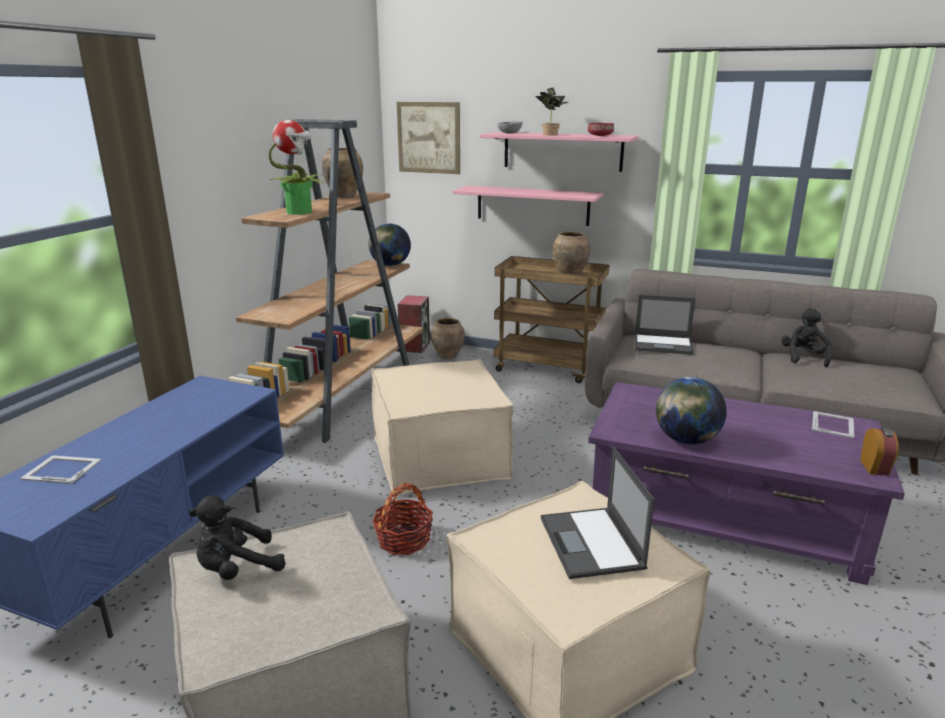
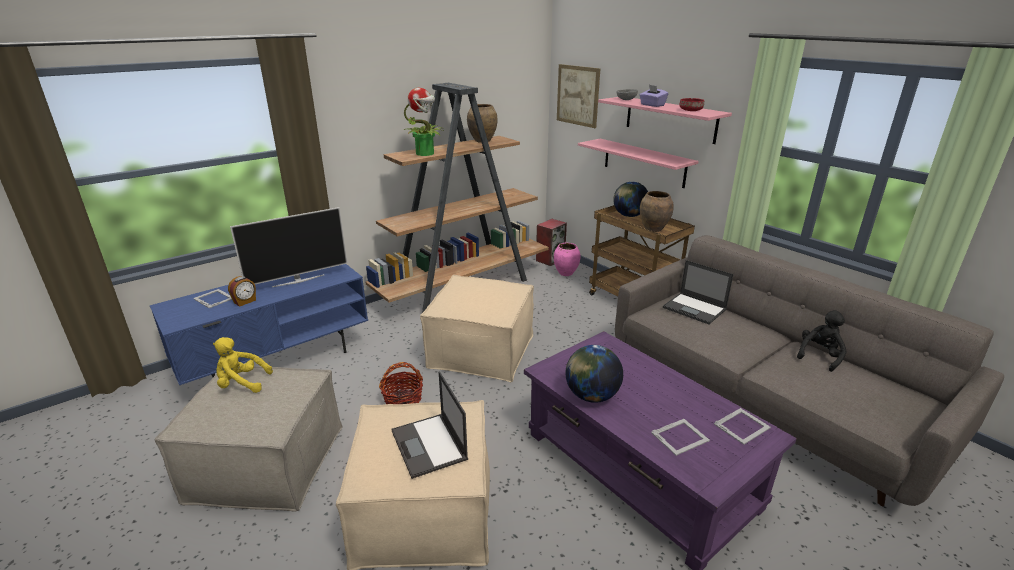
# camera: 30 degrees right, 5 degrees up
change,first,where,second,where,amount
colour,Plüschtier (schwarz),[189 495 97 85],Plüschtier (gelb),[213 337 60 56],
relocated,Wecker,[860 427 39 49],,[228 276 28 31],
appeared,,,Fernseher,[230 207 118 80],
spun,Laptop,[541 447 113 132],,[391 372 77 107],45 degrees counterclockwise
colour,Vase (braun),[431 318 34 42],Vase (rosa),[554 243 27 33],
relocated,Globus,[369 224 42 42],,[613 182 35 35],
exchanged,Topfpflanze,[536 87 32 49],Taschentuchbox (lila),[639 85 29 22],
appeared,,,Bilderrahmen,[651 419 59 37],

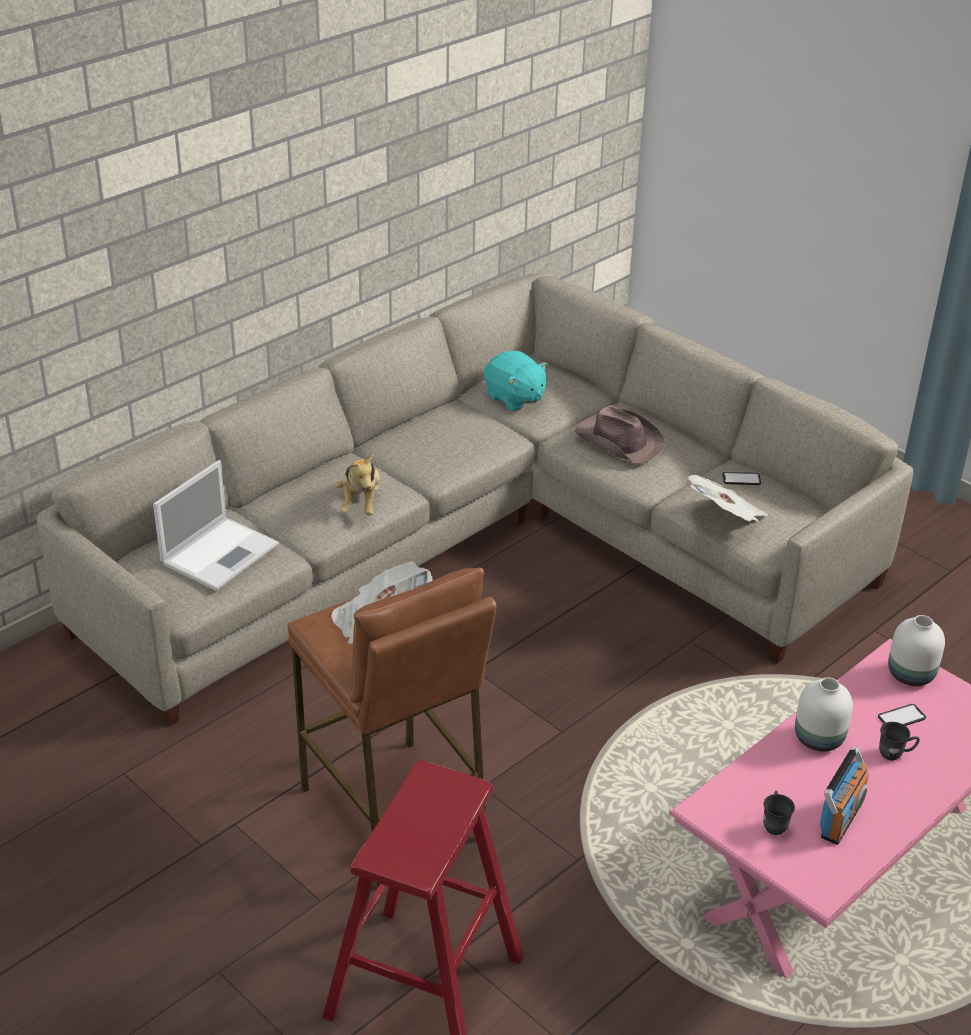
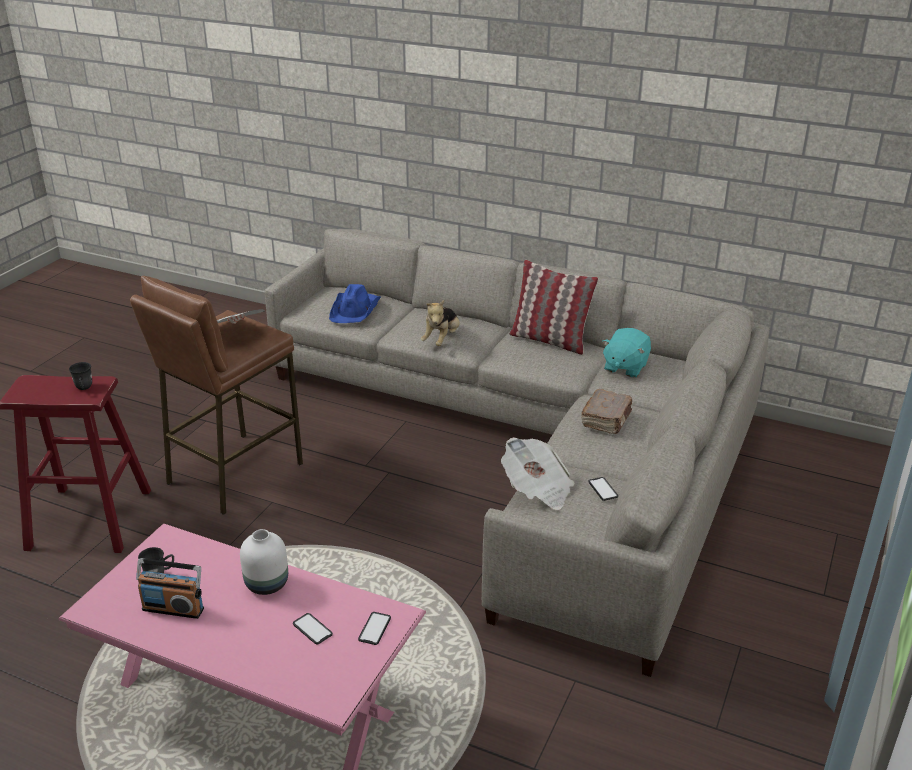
# camera: 70 degrees right, 5 degrees down
change,first,where,second,where,amount
relocated,Henkelbecher (grau),[879 722 41 38],,[69 362 23 28],
exchanged,Laptop,[153 460 126 131],Hut (blau),[329 284 52 39],
exchanged,Vase (weiß),[888 615 57 71],Handy,[358 612 33 33],
spun,Plüschtier,[335 455 45 60],,[420 300 40 46],45 degrees counterclockwise
appeared,,,Kissen,[509 260 89 95],
exchanged,Hut (braun),[575 405 90 59],Buch (braun),[581 389 51 45],

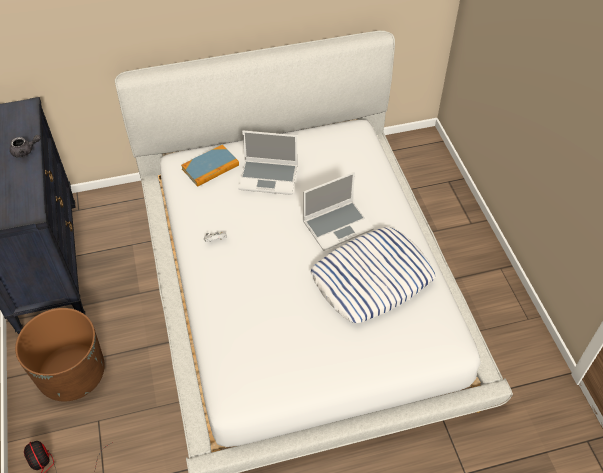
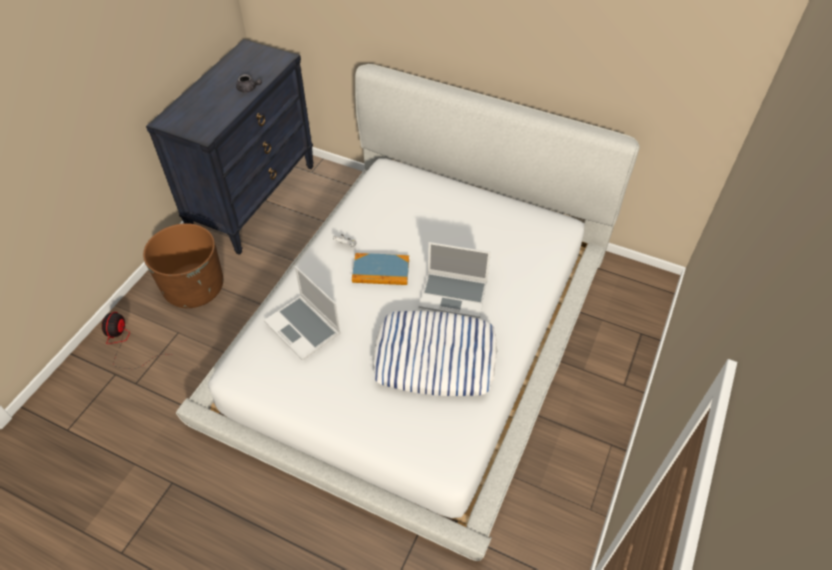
# camera: 40 degrees right, 0 degrees up
change,first,where,second,where,amount
relocated,Laptop,[238 131 59 64],,[264 266 77 95],
relocated,Buch,[181 145 58 42],,[352 253 57 32],

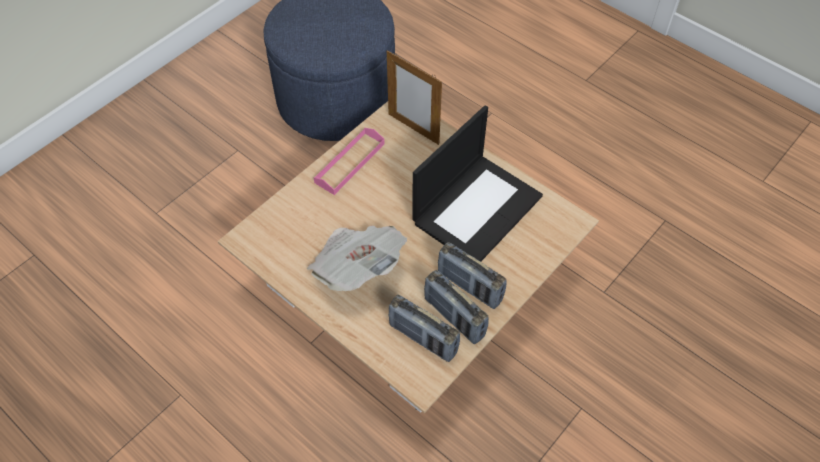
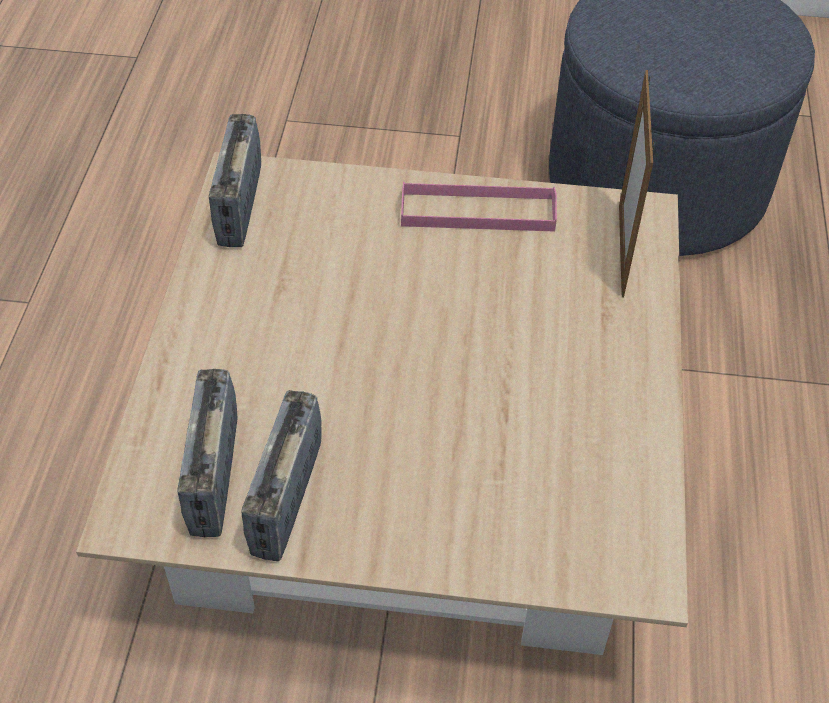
# camera: 55 degrees right, 5 degrees down
change,first,where,second,where,amount
relocated,Radio,[438 242 69 67],,[209 114 52 133],
missing,Zeitung,[307 225 100 66],,,
missing,Laptop,[412 105 131 157],,,

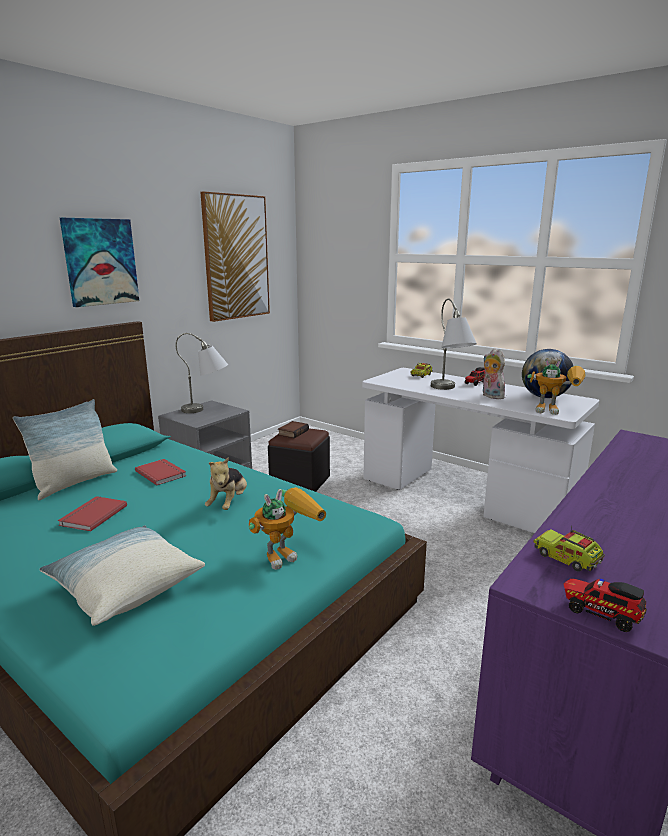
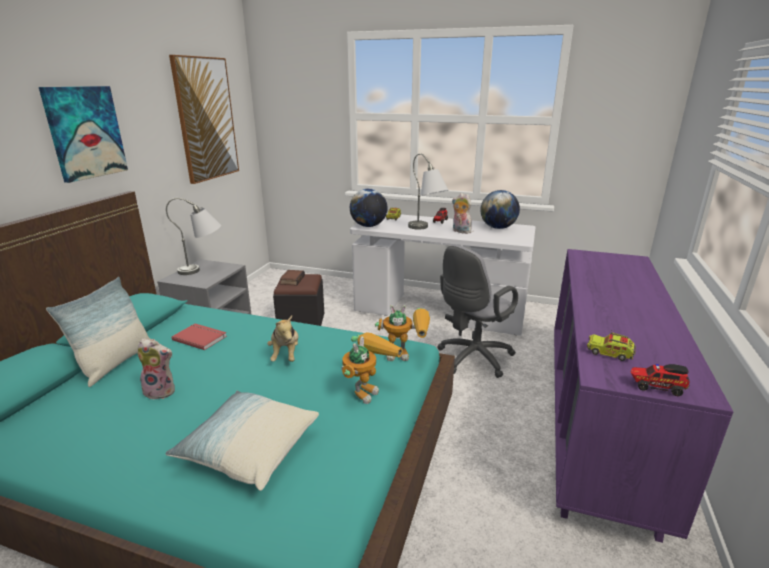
# camera: 20 degrees left, 5 degrees up
change,first,where,second,where,amount
exchanged,Buch (rot),[58 496 69 36],Plüschtier,[137 338 38 62],
appeared,,,Globus,[350 189 38 38],
relocated,Spielzeugroboter,[527 358 59 57],,[375 305 55 56],
appeared,,,Bürostuhl (grau),[437 245 81 133],

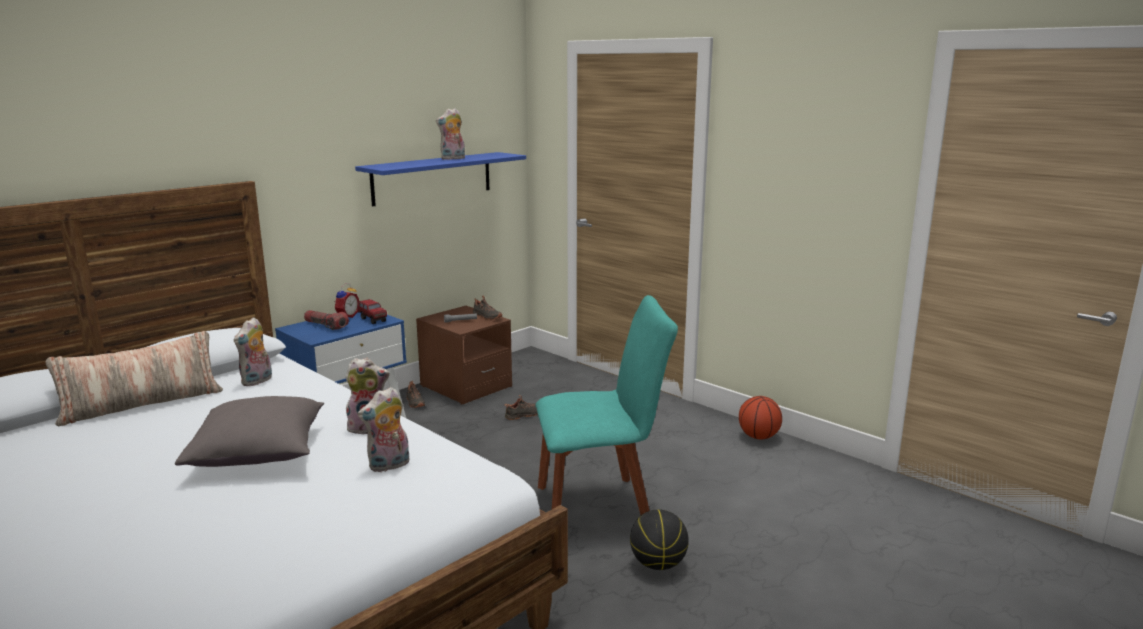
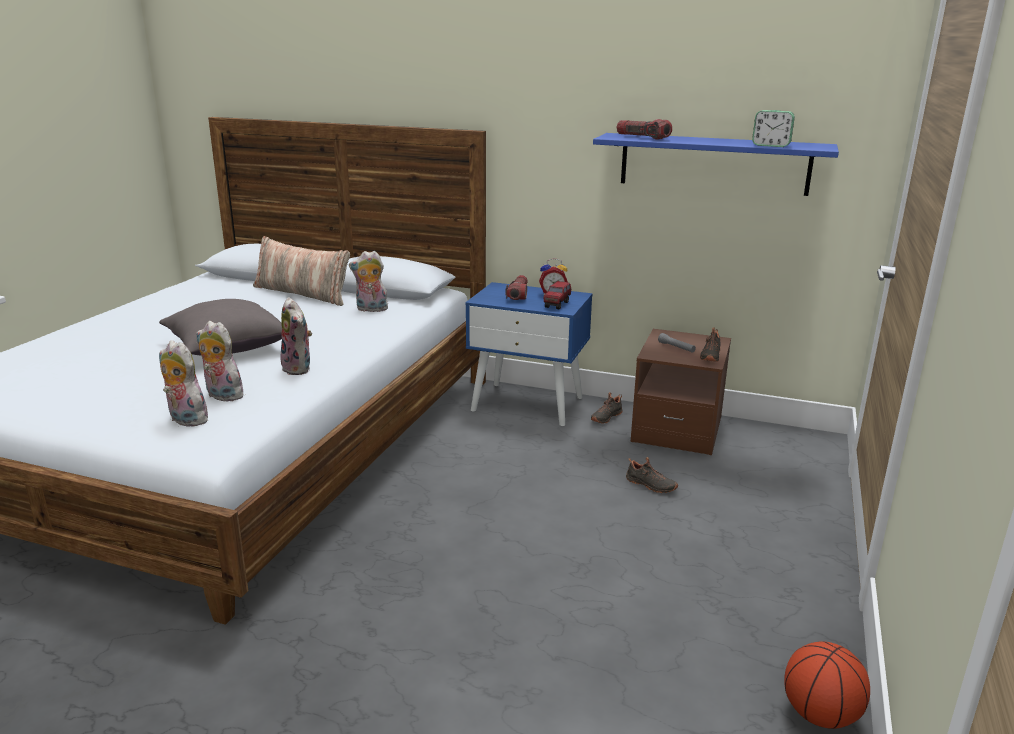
# camera: 65 degrees right, 5 degrees up
change,first,where,second,where,amount
relocated,Plüschtier,[436 108 29 52],,[159 340 49 87],
appeared,,,Taschenlampe,[617 119 55 21],
appeared,,,Wecker,[752 110 43 37],
missing,Stuhl (türkis),[535 295 143 220],,,
missing,Basketball,[630 509 59 61],,,

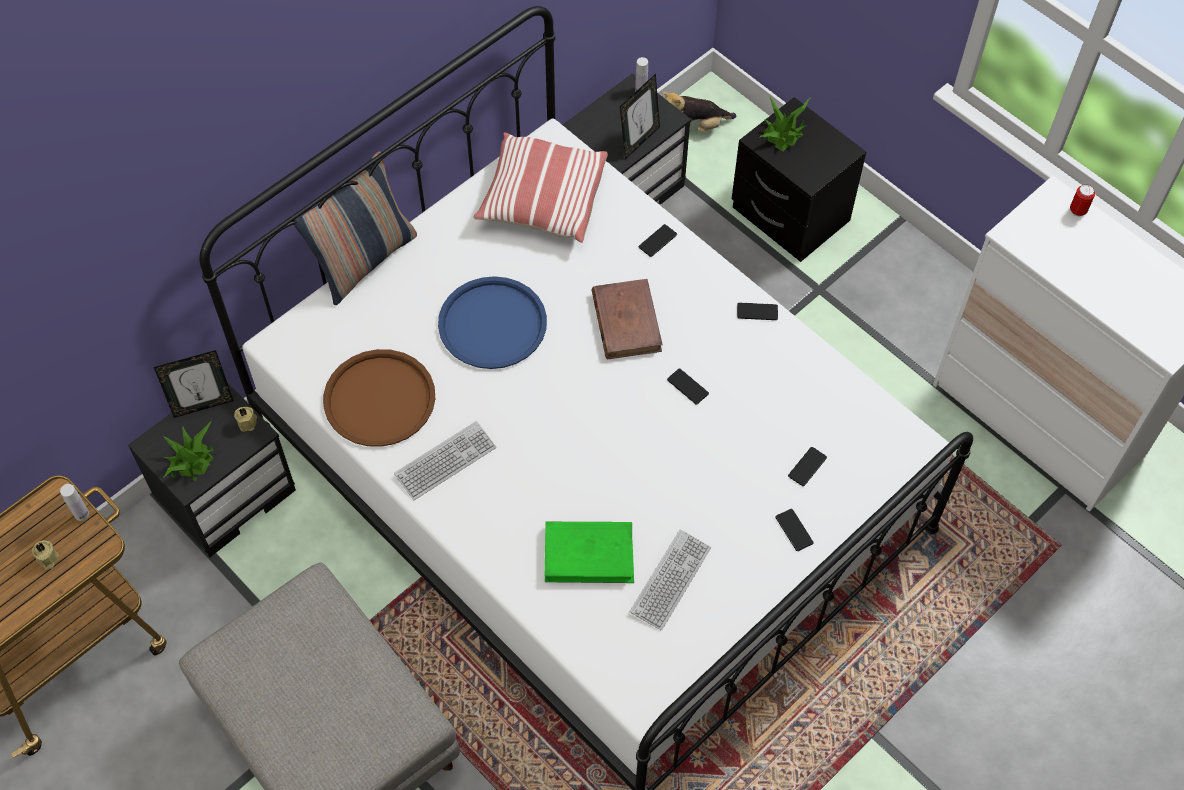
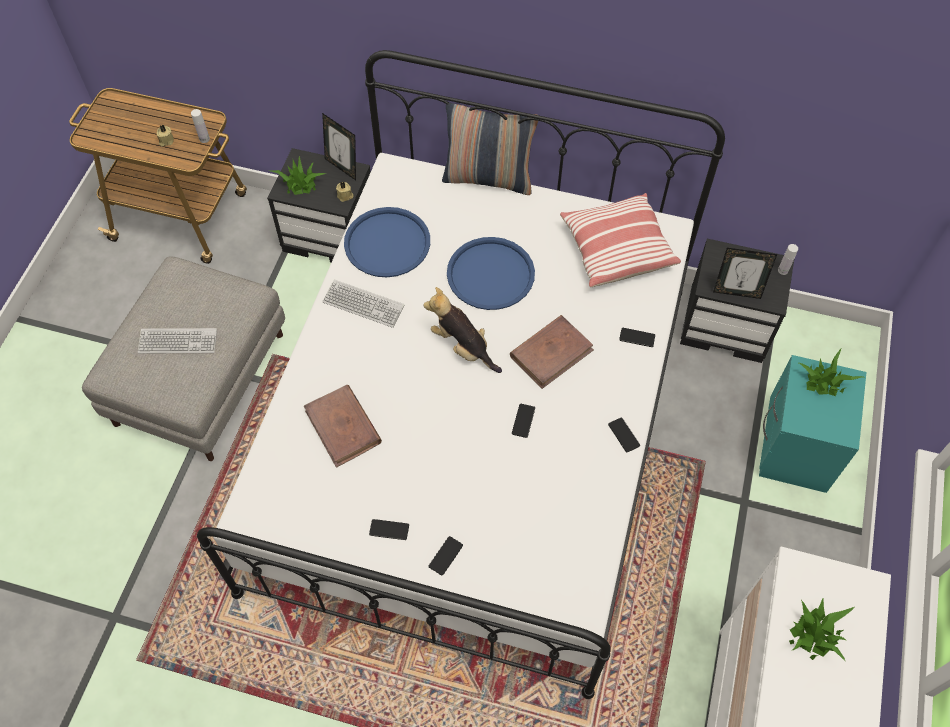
# camera: 60 degrees right, 0 degrees up
change,first,where,second,where,amount
relocated,Tastatur,[630 529 81 102],,[138 328 79 25],
colour,Buch (grün),[545 522 89 61],Buch (braun),[304 385 78 83],
colour,Tablett (braun),[323 349 112 98],Tablett (blau),[344 207 86 70],
relocated,Handy,[788 447 39 39],,[369 519 40 21],
relocated,Plüschtier,[662 92 74 40],,[423 287 79 86],
colour,Nachttisch (schwarz),[732 97 134 165],Nachttisch (türkis),[759 355 108 138],
appeared,,,Topfpflanze,[789 599 65 63],
missing,Dose,[1070 184 25 32],,,

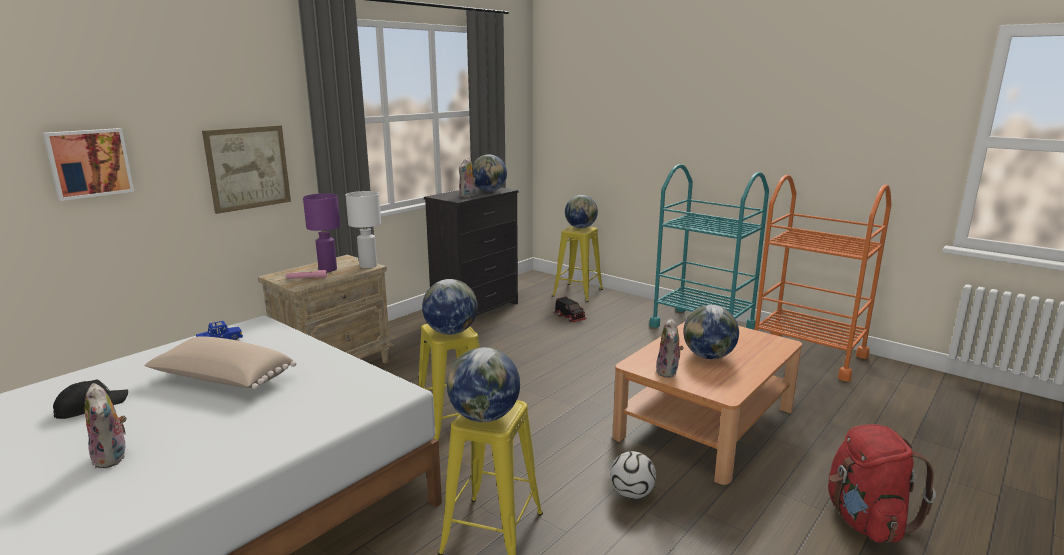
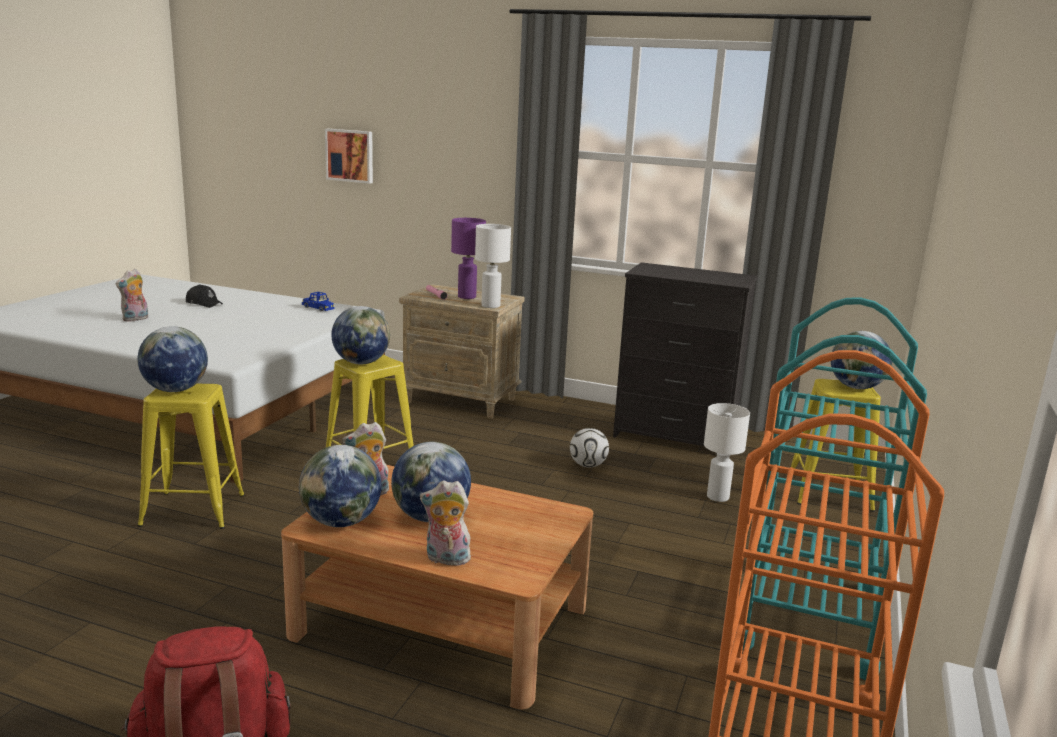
# camera: 70 degrees right, 0 degrees up
change,first,where,second,where,amount
relocated,Globus,[472 154 35 38],,[299 445 83 82],
relocated,Plüschtier,[459 158 17 40],,[420 480 51 86],
relocated,Fußball,[610 451 46 48],,[570 428 39 39],
exchanged,Spielzeuglaster,[554 297 33 26],Tischlampe (weiß),[704 403 46 99],
missing,Kissen (beige),[145 336 151 53],,,
missing,Bild,[202 125 89 89],,,

